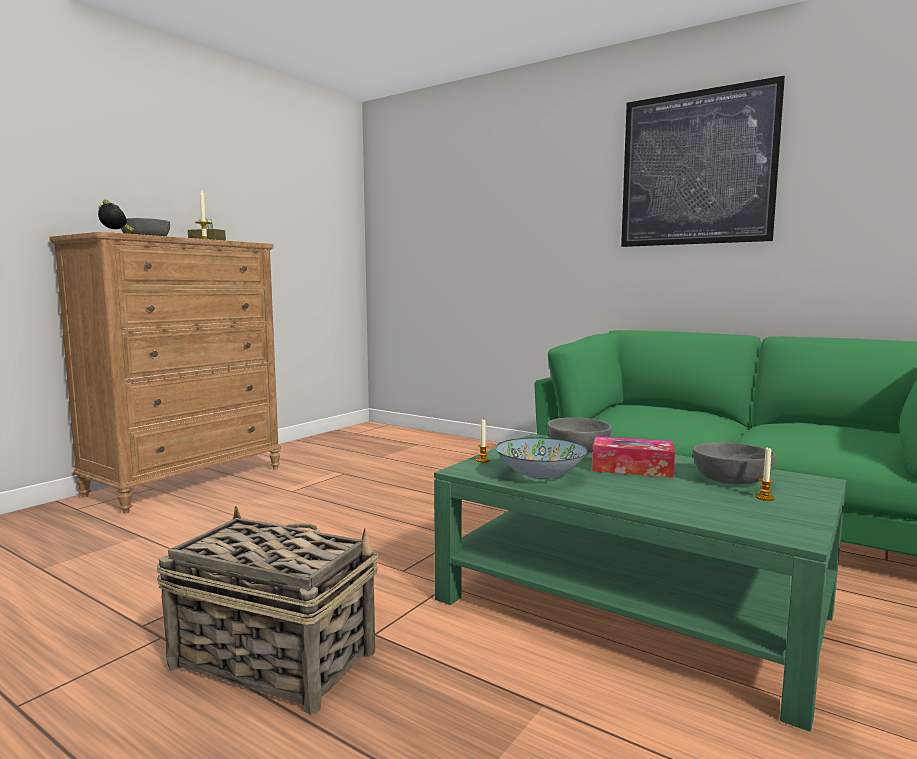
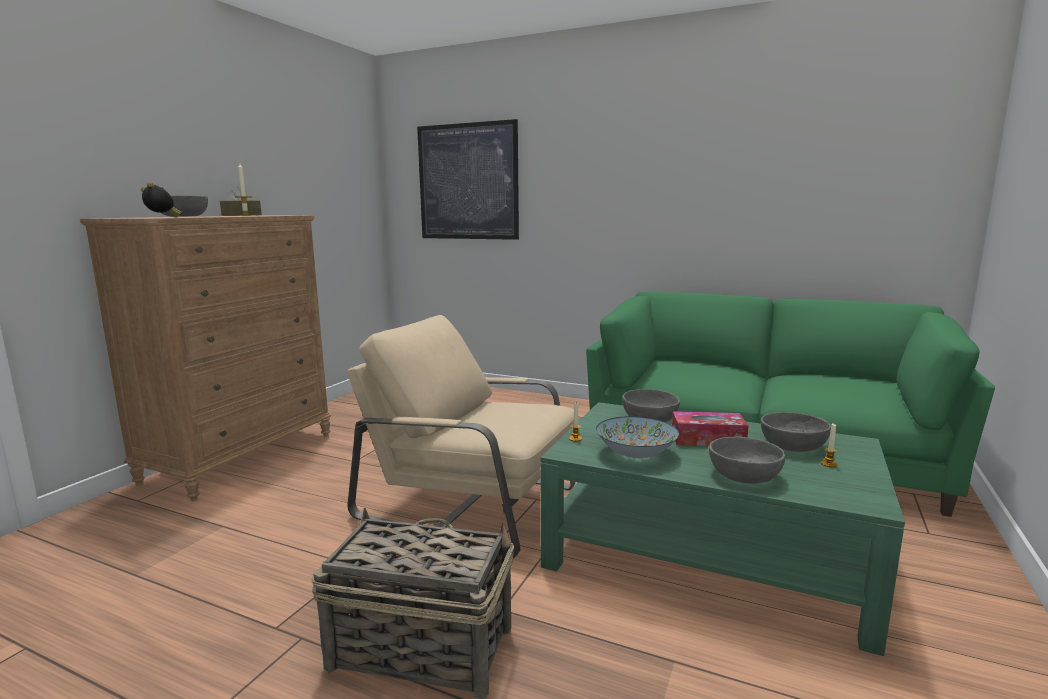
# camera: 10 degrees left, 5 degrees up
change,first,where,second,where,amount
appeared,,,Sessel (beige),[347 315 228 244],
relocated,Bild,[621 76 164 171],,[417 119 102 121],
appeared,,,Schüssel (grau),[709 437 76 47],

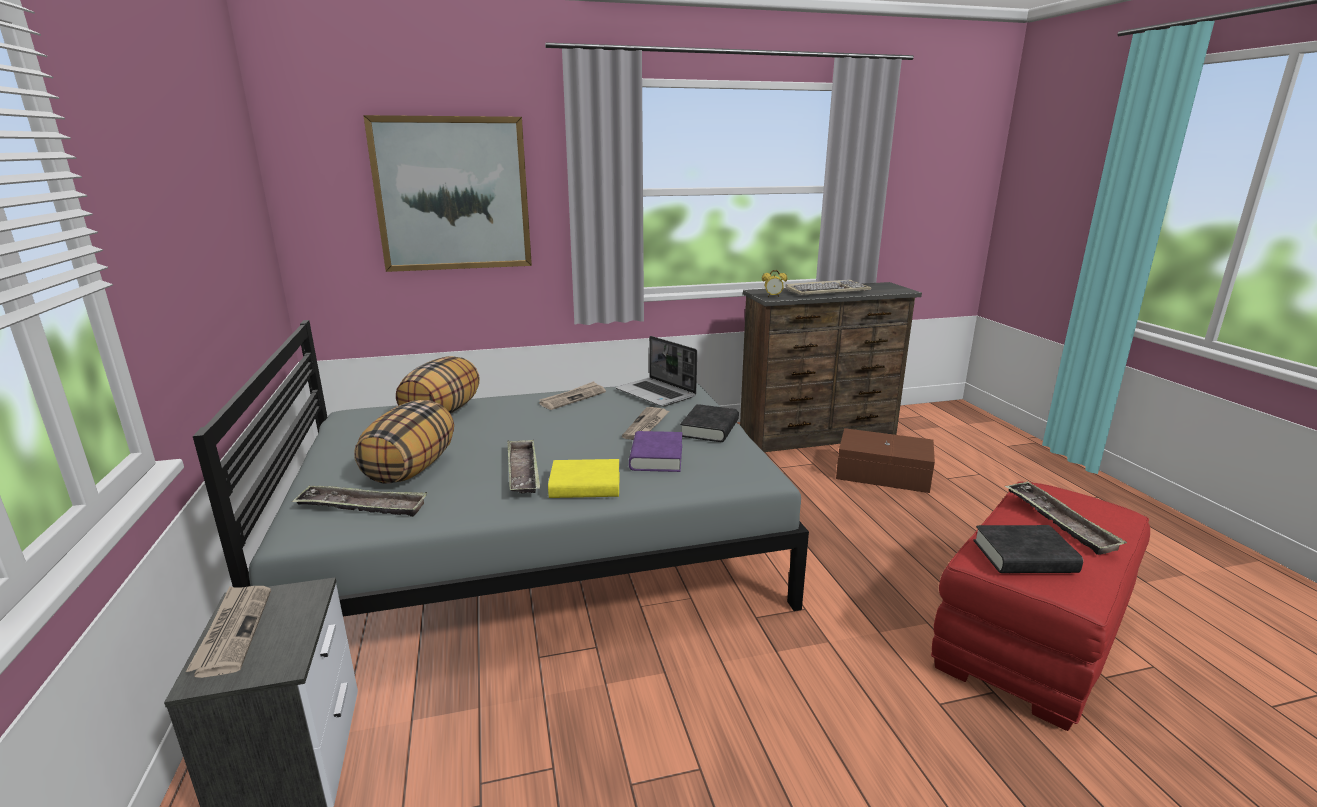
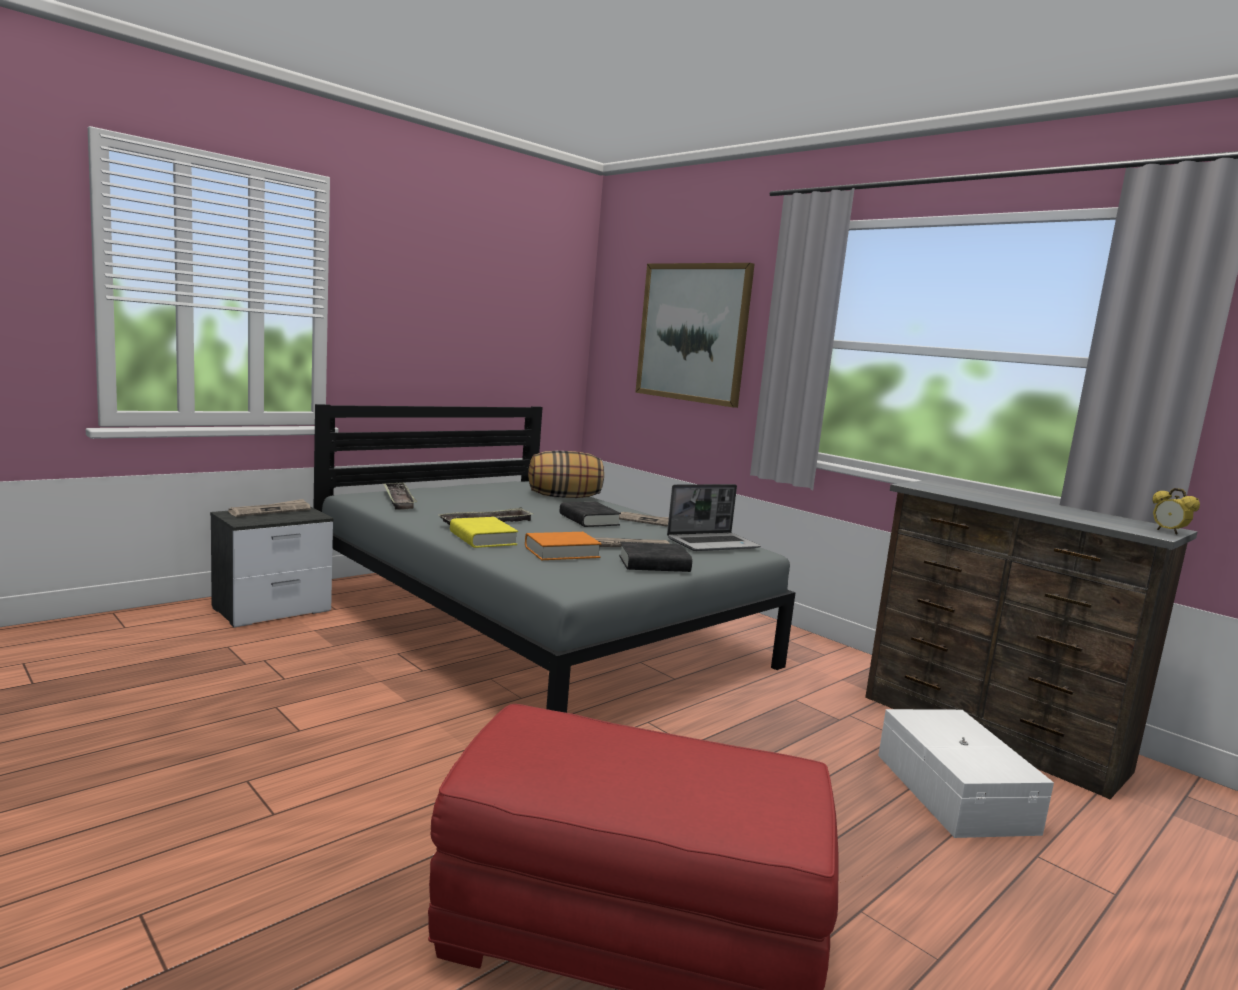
# camera: 60 degrees right, 10 degrees down
change,first,where,second,where,amount
colour,Buch (lila),[629 431 53 41],Buch (orange),[525 532 77 28],
relocated,Buch (schwarz),[973 525 110 48],,[560 502 61 25],
spun,Laptop,[616 336 81 71],,[667 484 94 67],135 degrees counterclockwise
colour,Aufbewahrungsbox (braun),[836 428 99 65],Aufbewahrungsbox (weiß),[878 709 176 129],
relocated,Wecker,[762 270 25 27],,[1152 488 48 46],
missing,Kissen,[354 400 100 84],,,
missing,Tastatur,[785 280 86 15],,,
missing,Tablett,[1005 481 122 74],,,

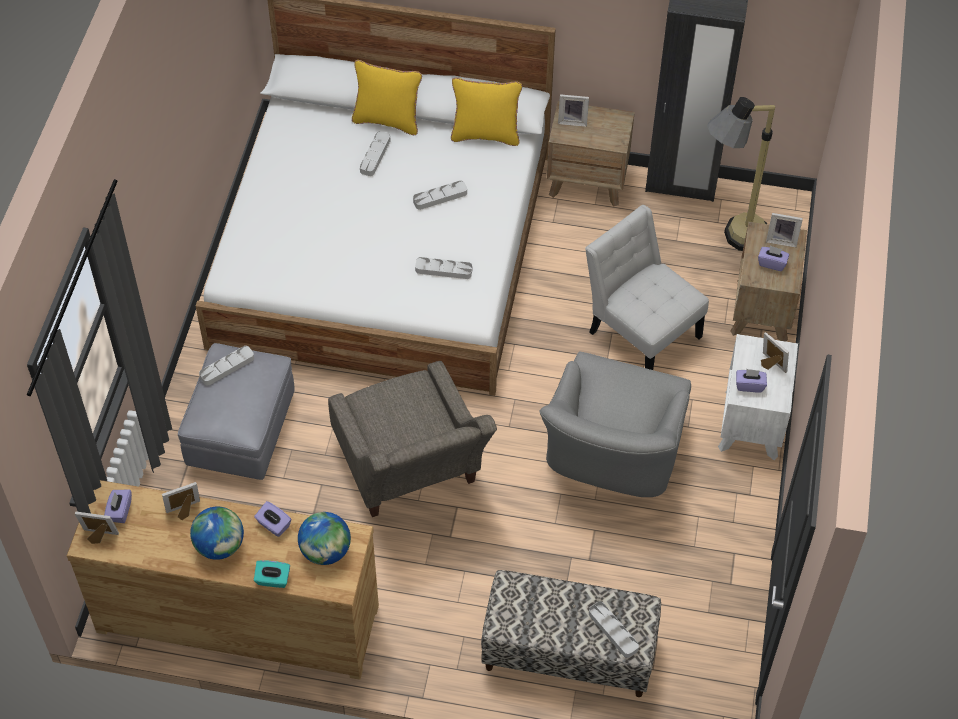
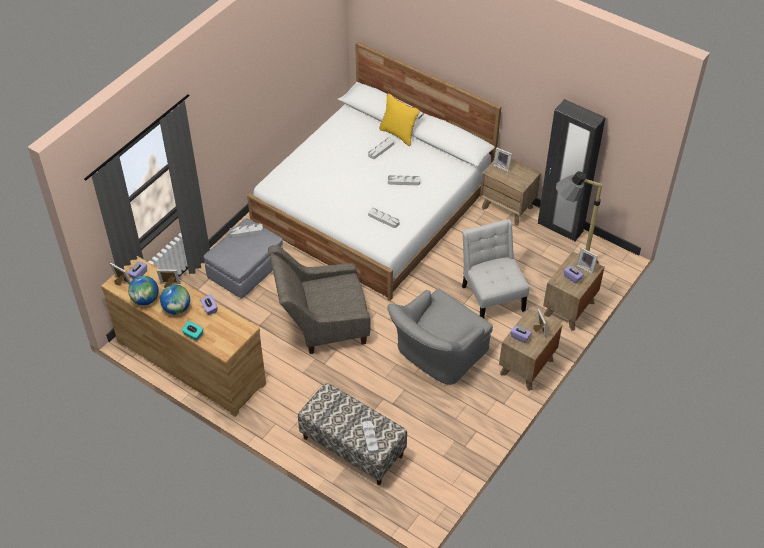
# camera: 25 degrees right, 5 degrees down
change,first,where,second,where,amount
relocated,Globus,[298 512 53 53],,[128 276 31 29],
spun,Sessel (grau),[328 361 169 156],,[268 245 103 109],75 degrees clockwise
colour,Nachttisch (weiß),[718 334 80 126],Nachttisch (braun),[499 308 63 83],
missing,Kissen (gelb),[451 78 71 68],,,

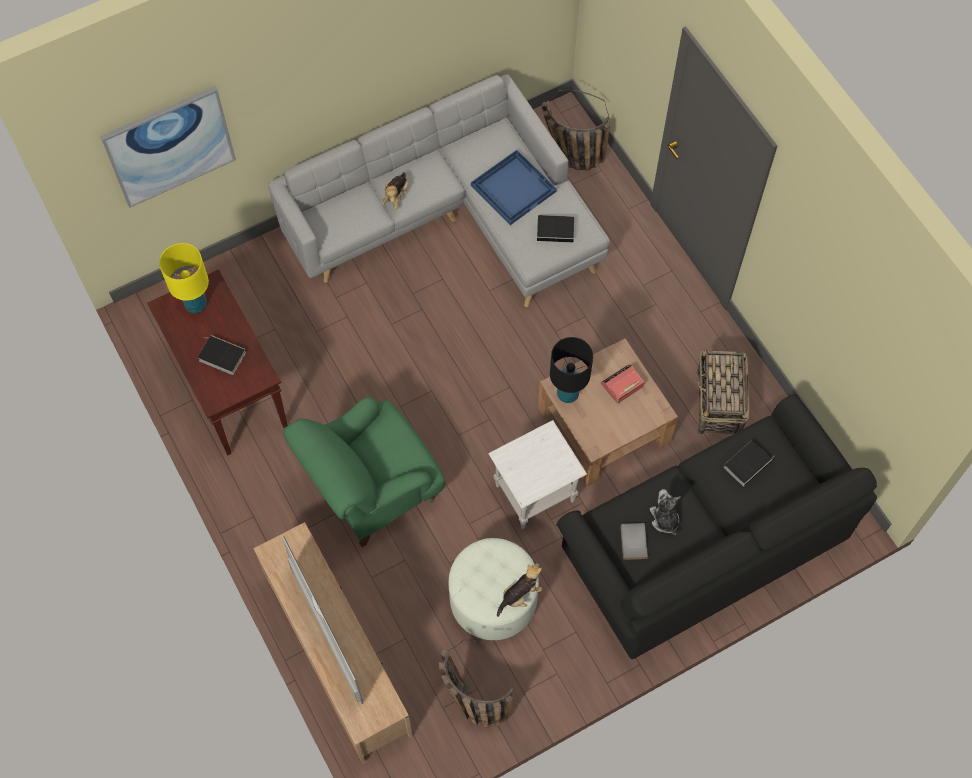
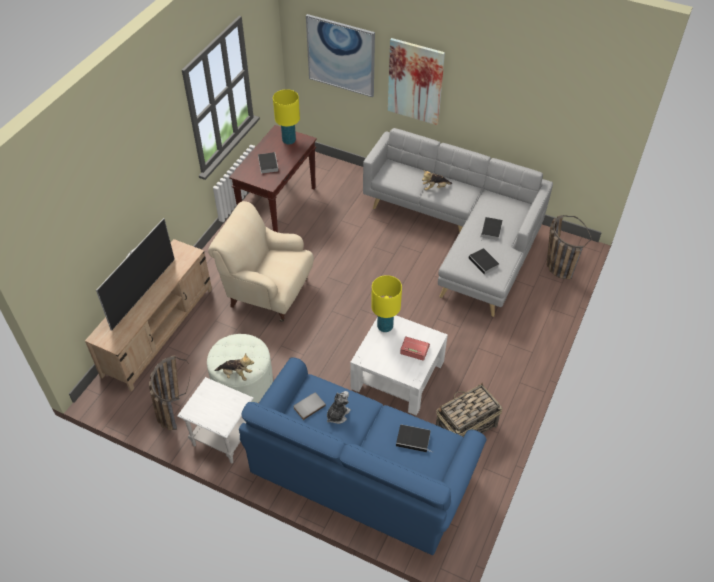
# camera: 55 degrees right, 15 degrees down
change,first,where,second,where,amount
relocated,Beistelltisch (weiß),[488 420 99 109],,[177 377 76 87],
colour,Sessel (grün),[283 397 163 150],Sessel (beige),[208 201 106 121],
colour,Sofa (schwarz),[556 395 321 264],Sofa (blau),[239 357 247 198],
colour,Couchtisch (braun),[538 339 140 148],Couchtisch (weiß),[350 315 98 101],
colour,Tischlampe (schwarz),[550 337 43 66],Tischlampe (gelb),[371 275 31 57],
appeared,,,Bild,[388 38 57 87],
exchanged,Tablett (blau),[471 150 86 75],Buch,[481 217 22 24],

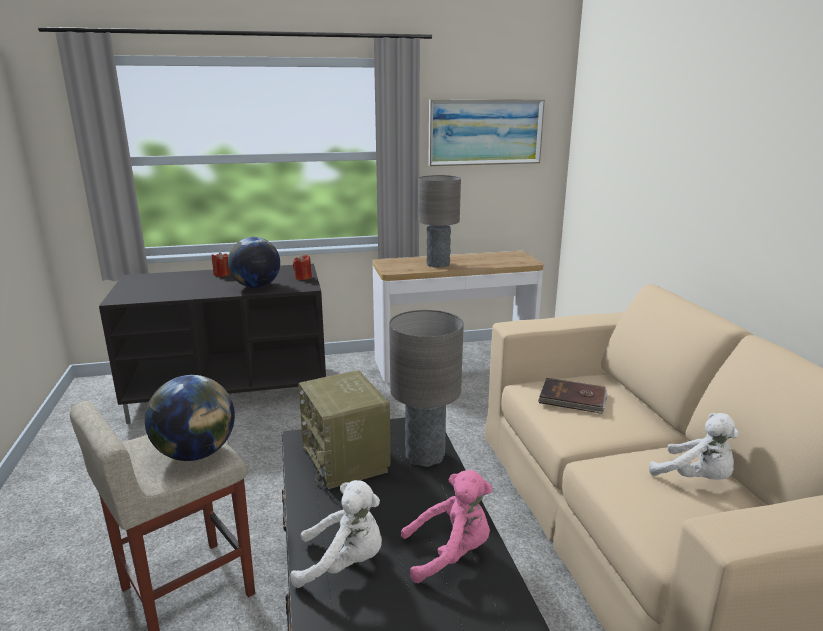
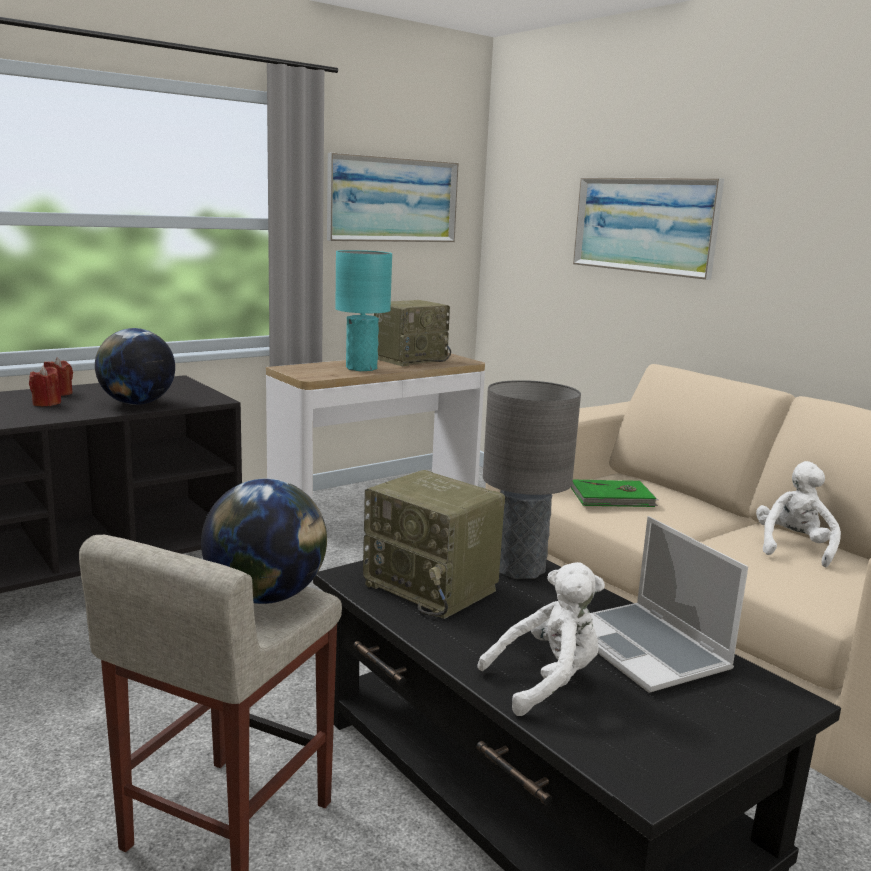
# camera: 25 degrees left, 5 degrees down
change,first,where,second,where,amount
relocated,Kerze (rot),[293 254 19 26],,[29 366 32 40],
colour,Tischlampe (grau),[418 175 43 93],Tischlampe (türkis),[335 250 57 121],
appeared,,,Radio,[374 300 77 66],
colour,Buch (braun),[538 378 70 36],Buch (grün),[571 480 87 27],
appeared,,,Bild,[573 177 151 103],
exchanged,Plüschtier (rosa),[401 470 91 113],Laptop,[590 516 158 177],
spun,Plüschtier (weiß),[649 413 90 67],,[756 461 85 107],90 degrees counterclockwise

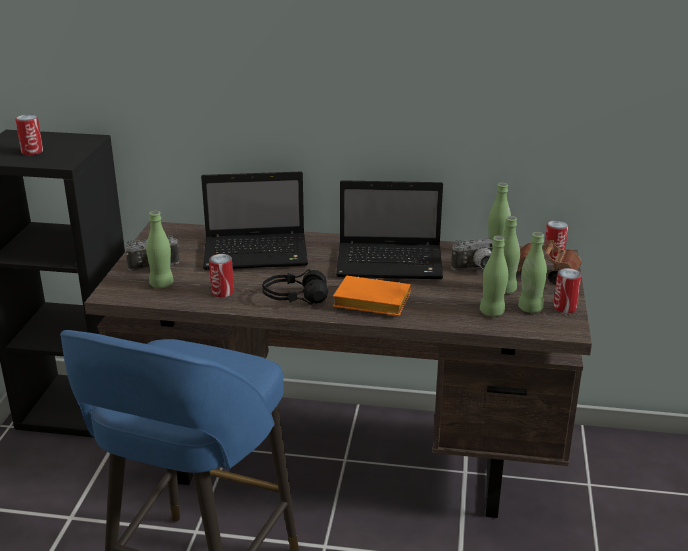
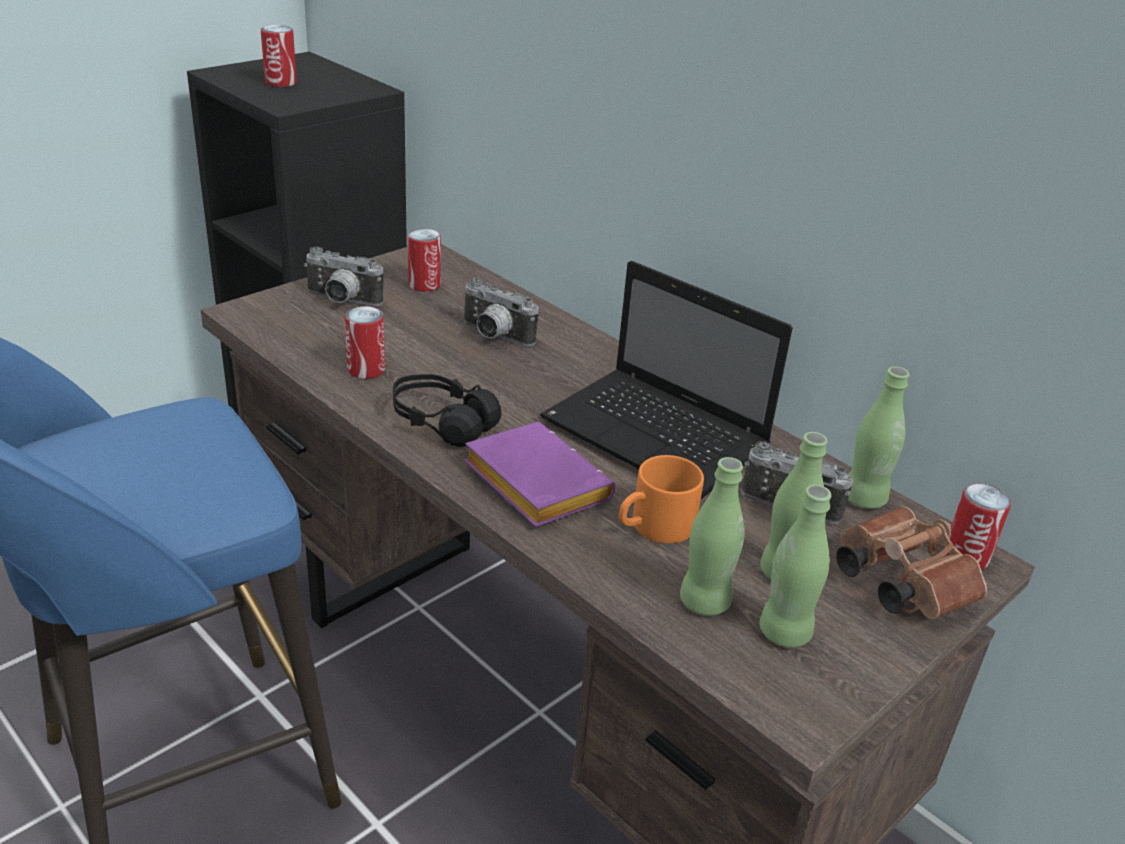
# camera: 35 degrees right, 5 degrees up
change,first,where,second,where,amount
relocated,Dose,[553 268 28 45],,[408 228 33 64],
exchanged,Laptop,[201 172 107 98],Kamera,[462 277 77 70],
colour,Buch (orange),[333 276 78 40],Buch (lila),[464 422 151 105],
appeared,,,Henkelbecher (orange),[619 455 85 88],
missing,Flasche (grün),[146 211 28 77],,,

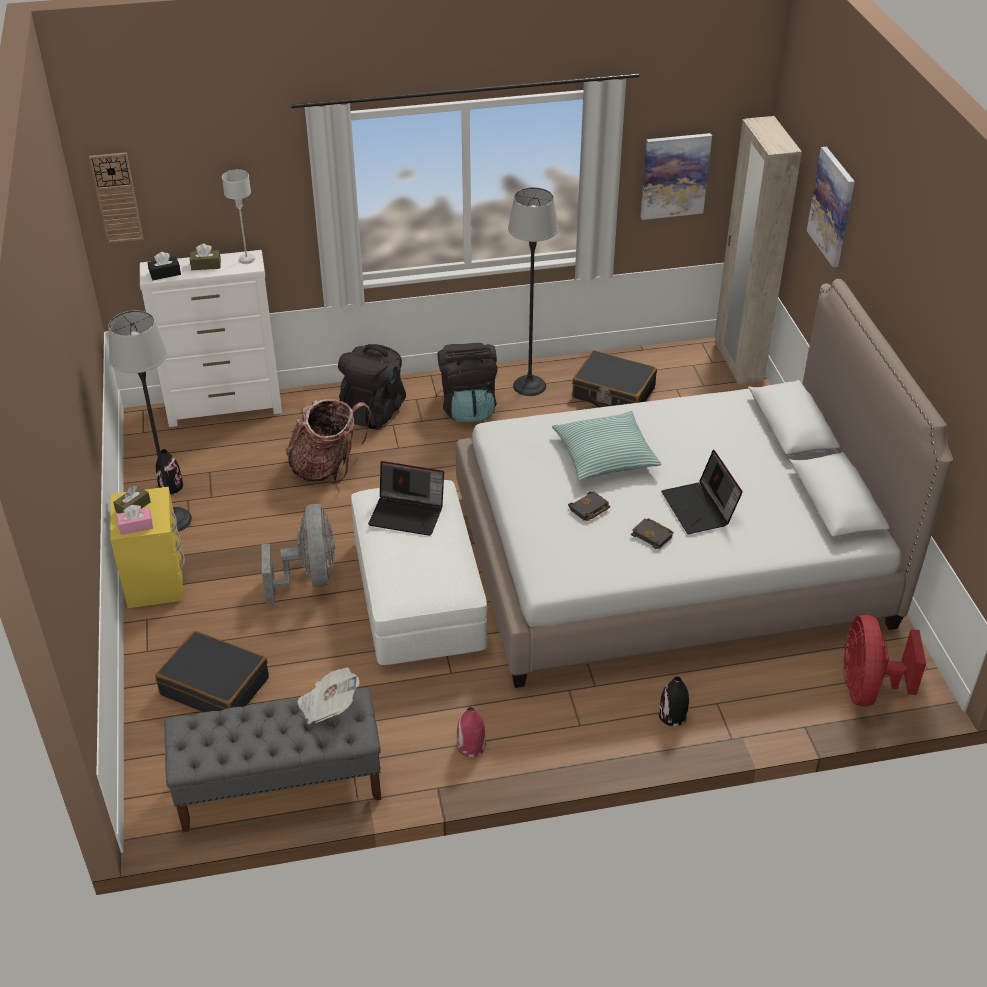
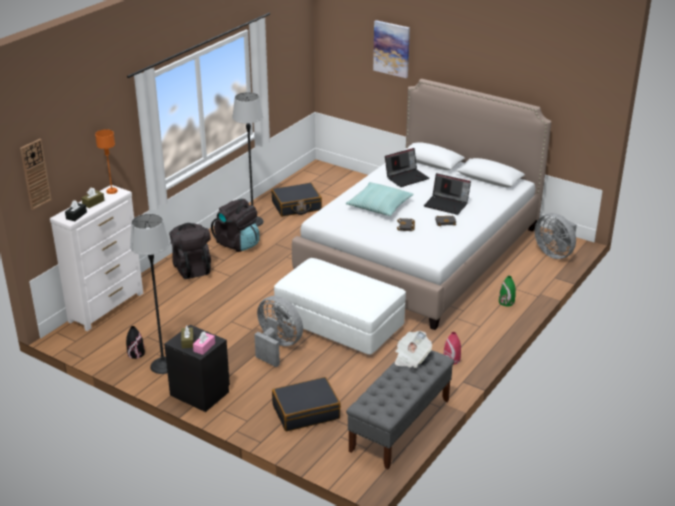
# camera: 45 degrees left, 10 degrees down
change,first,where,second,where,amount
colour,Tischlampe (grau),[222 169 33 95],Tischlampe (orange),[95 130 23 64],
colour,Nachttisch (gelb),[110 487 75 121],Nachttisch (schwarz),[164 325 66 87],
relocated,Laptop,[368 461 76 75],,[385 148 44 39],
colour,Vase (schwarz),[659 677 30 49],Vase (grün),[499 276 17 30],
colour,Ventilator (rot),[844 615 82 92],Ventilator (grau),[535 213 42 46],
missing,Rucksack,[286 399 85 86],,,
missing,Bild,[641 133 71 87],,,
missing,Kleiderschrank (beige),[714 116 88 268],,,

